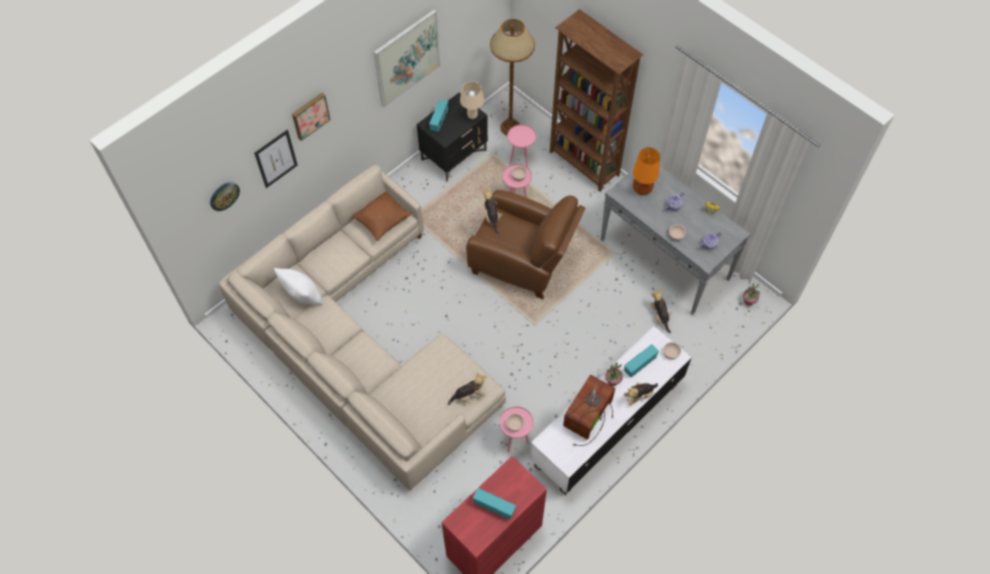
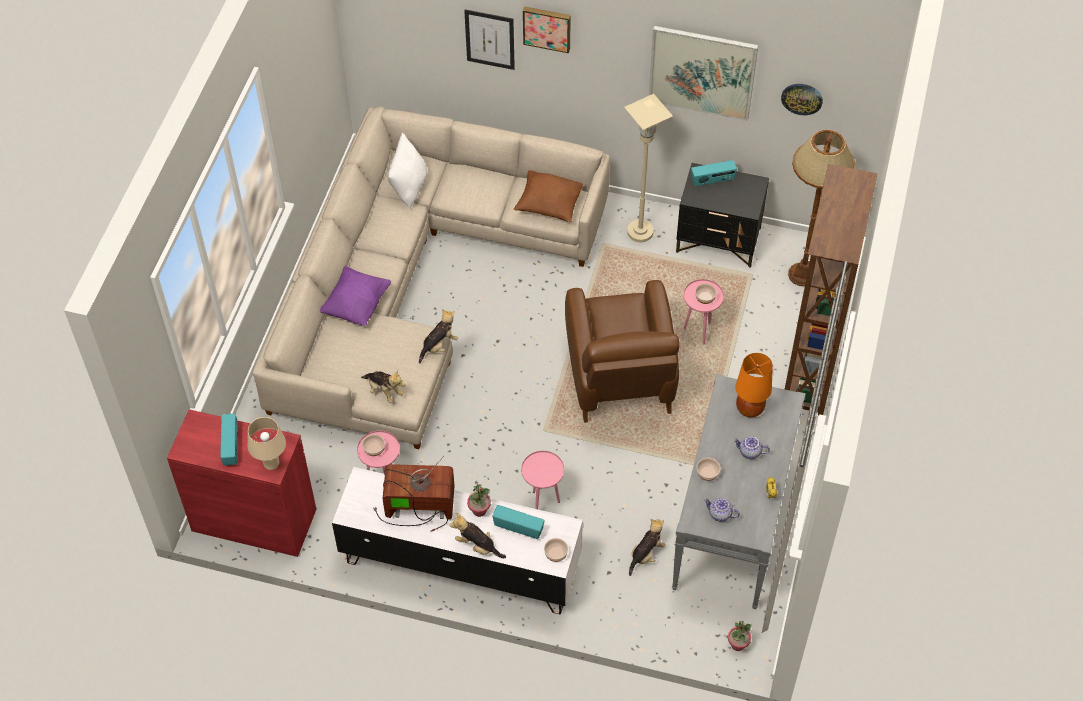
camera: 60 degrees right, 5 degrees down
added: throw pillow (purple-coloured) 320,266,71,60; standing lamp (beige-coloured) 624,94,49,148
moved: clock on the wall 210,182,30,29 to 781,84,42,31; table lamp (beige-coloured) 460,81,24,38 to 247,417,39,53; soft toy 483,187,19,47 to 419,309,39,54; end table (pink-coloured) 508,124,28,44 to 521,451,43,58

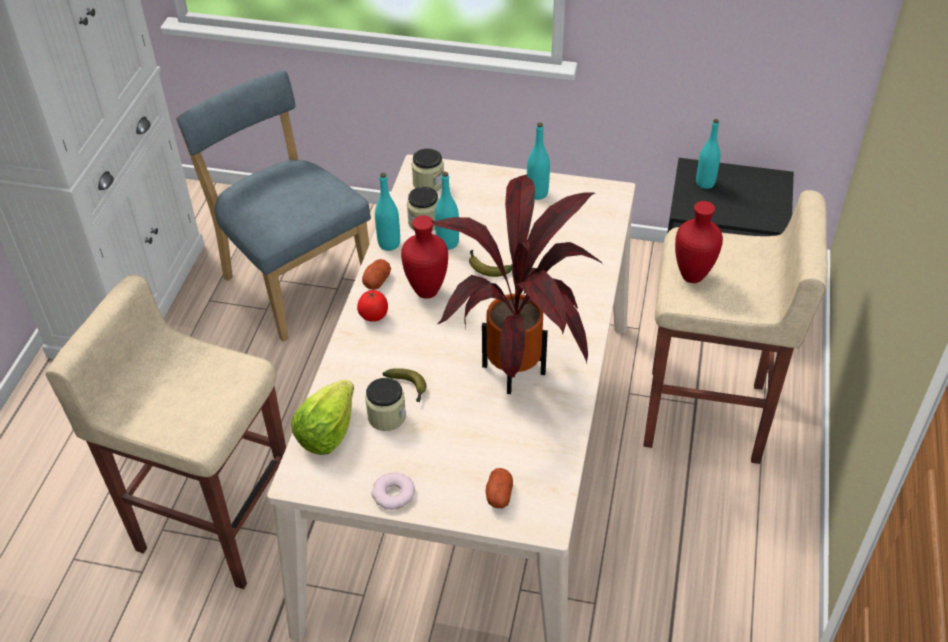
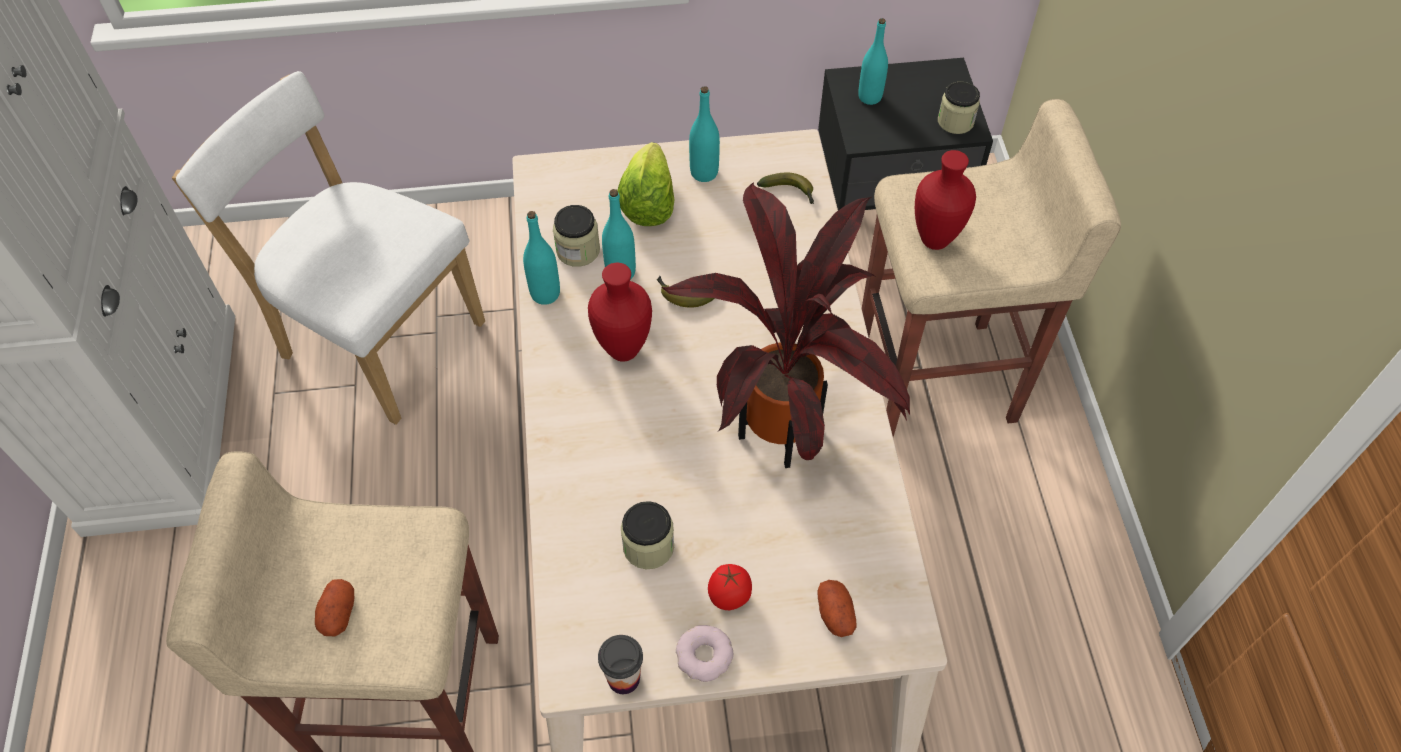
camera: 20 degrees left, 10 degrees up
added: drinking cup 598,635,45,59
moved: head of lettuce 291,379,63,76 to 617,142,58,84; tomato 357,290,31,32 to 708,564,44,46; spud 362,259,29,31 to 315,579,39,57; banana fruit 382,368,44,35 to 757,173,57,31; preserve jar 412,149,32,42 to 938,82,42,52
recoloured: plain chair (blue-coloured) 176,70,195,272 to plain chair (white) 172,71,313,354

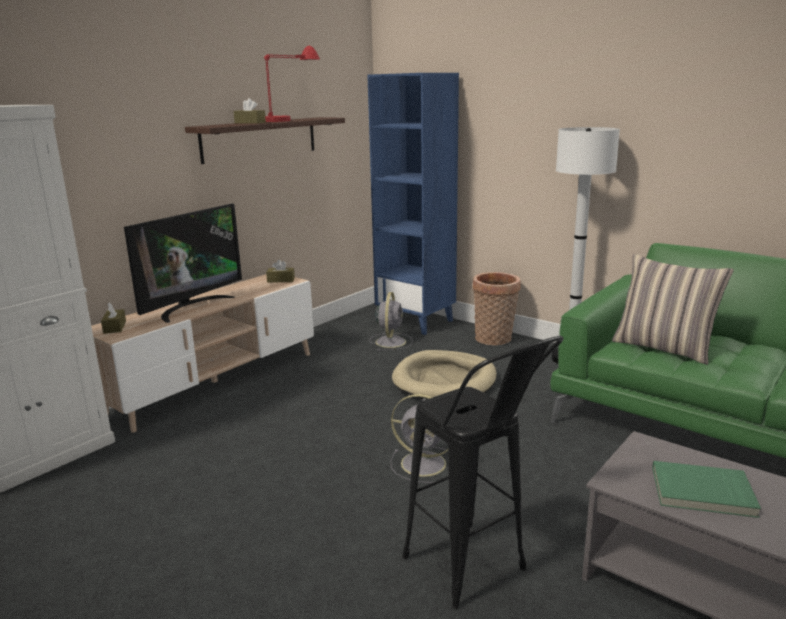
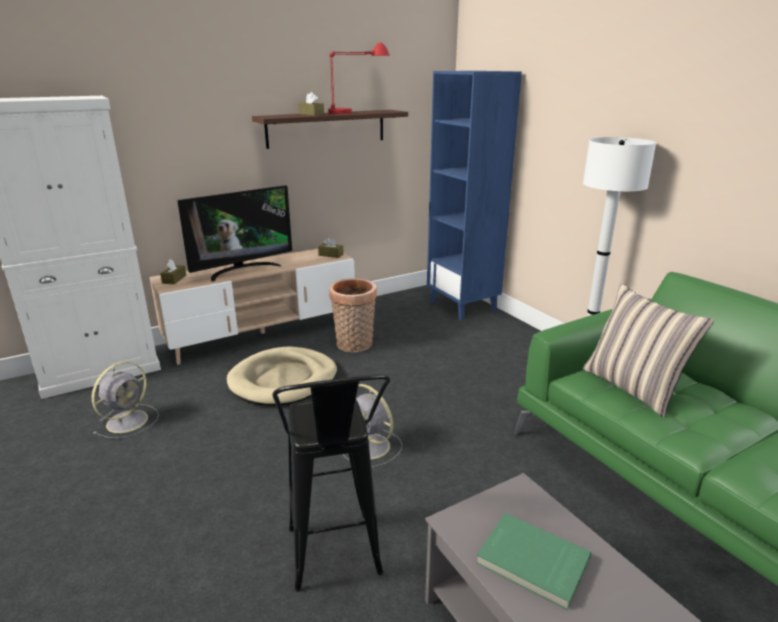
camera: 20 degrees right, 5 degrees up
moved: fan (grey) 369,292,44,59 to 92,362,67,77; dog bed (beige-coloured) 392,350,105,50 to 227,347,110,59; storage basket 473,272,48,73 to 329,278,48,74

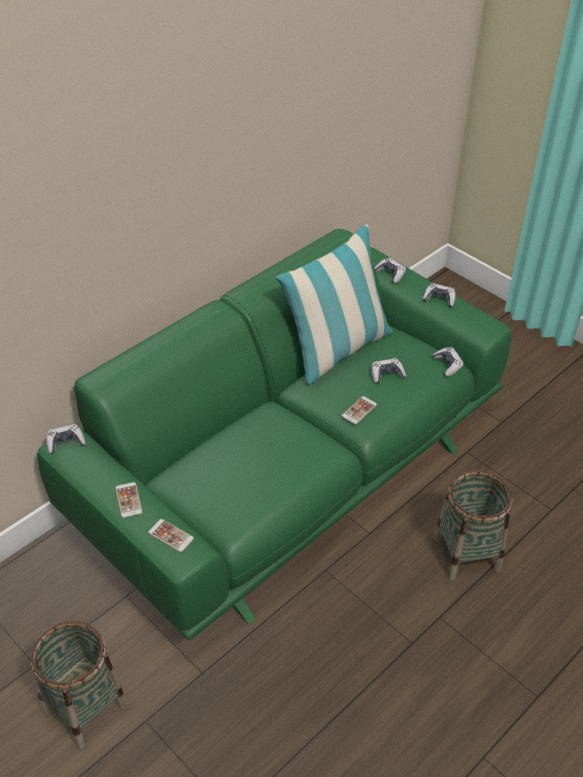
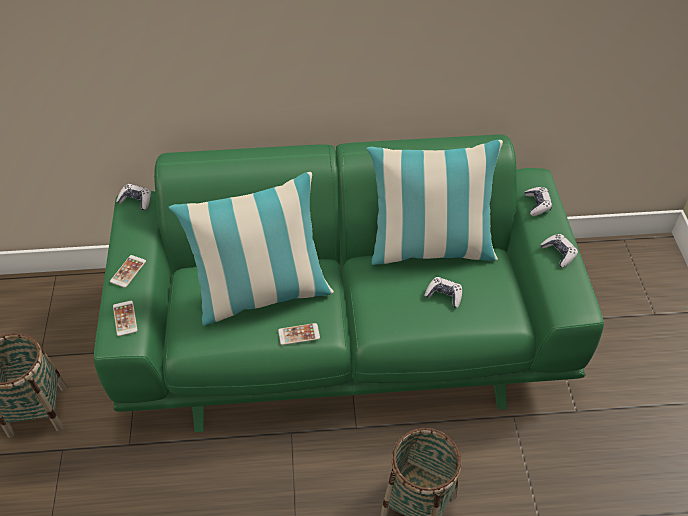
camera: 40 degrees right, 5 degrees up
removed: joypad 432,347,32,29
added: throw pillow 169,172,165,154
moved: phone 342,396,35,28 to 278,323,42,22

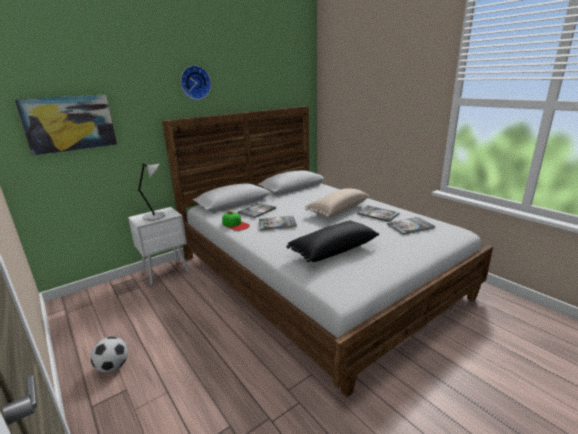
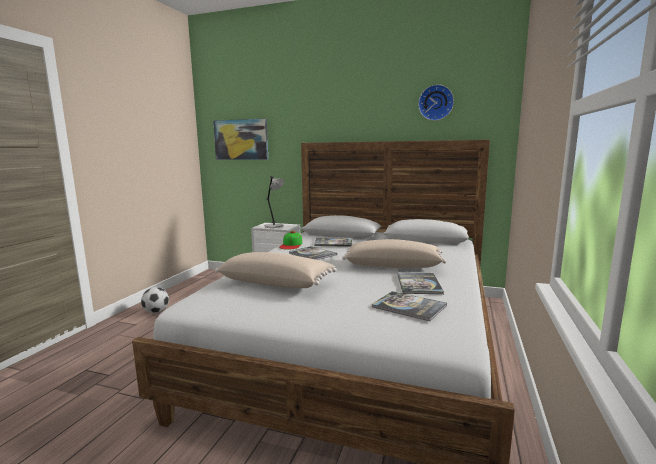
camera: 55 degrees right, 10 degrees down
moved: clock on the wall 181,65,30,35 to 418,84,36,37
recoloured: throw pillow (black-coloured) 286,220,93,42 to throw pillow (beige-coloured) 215,252,122,36

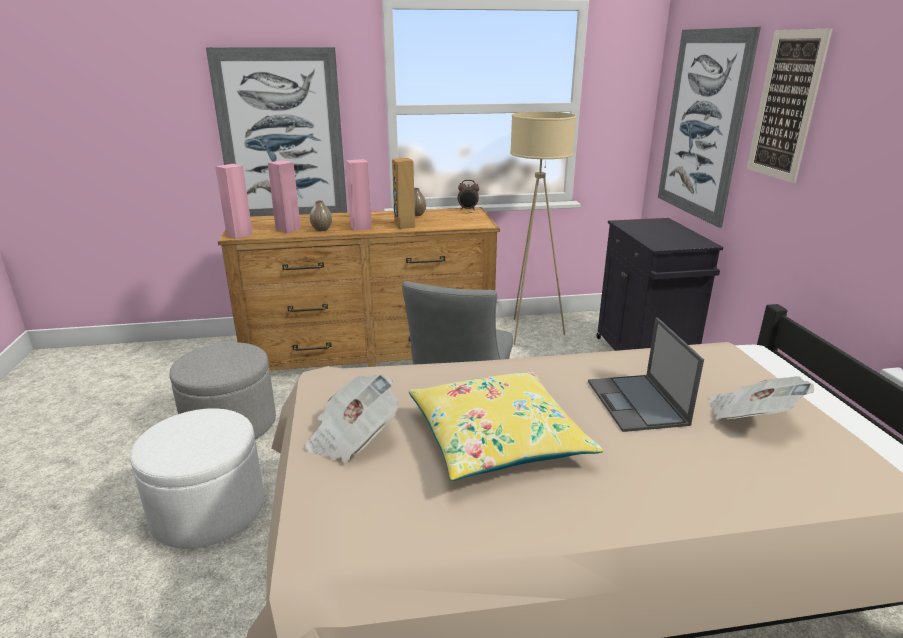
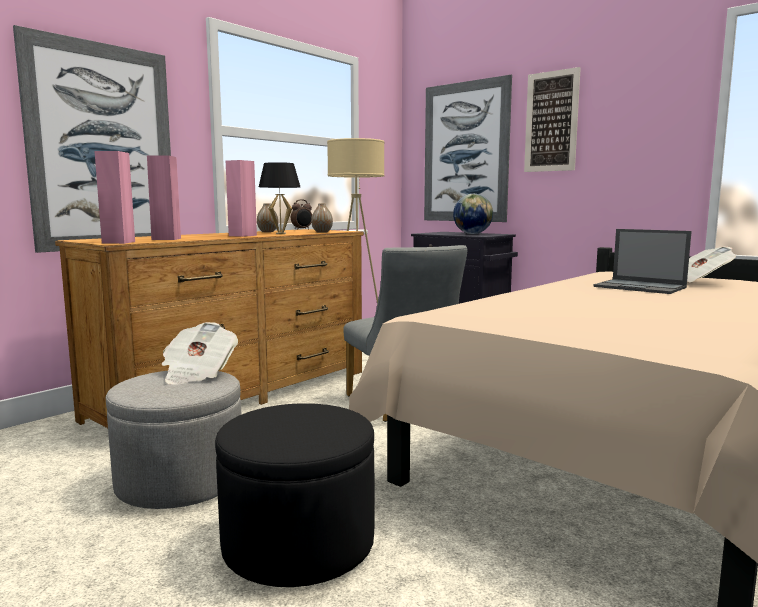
camera: 40 degrees left, 15 degrees down
removed: throw pillow (yellowish) 409,372,194,109
added: desk globe 453,194,40,40
moved: newspaper 305,374,93,88 to 161,322,77,63; flower vase 310,200,22,31 to 311,203,22,30
replaced: speaker (brownish) 392,158,23,71 to table lamp (black-coloured) 259,162,41,72
recoloured: ottoman (white) 130,408,134,141 to ottoman (black-coloured) 215,403,159,184

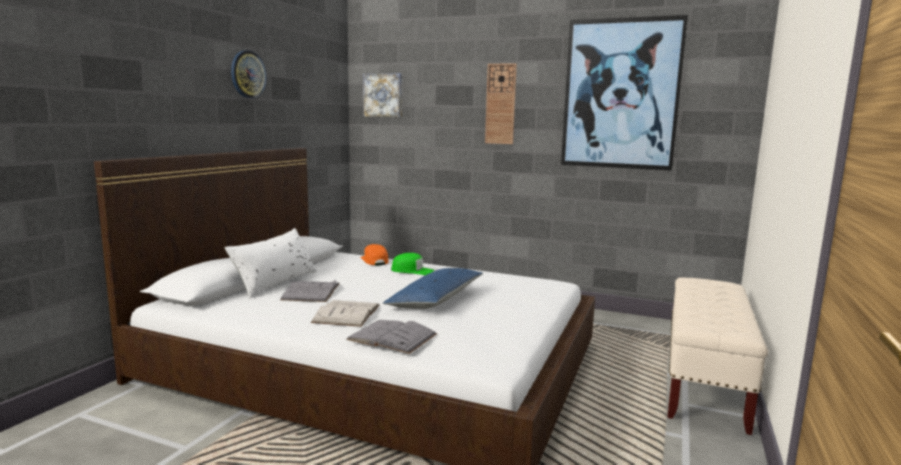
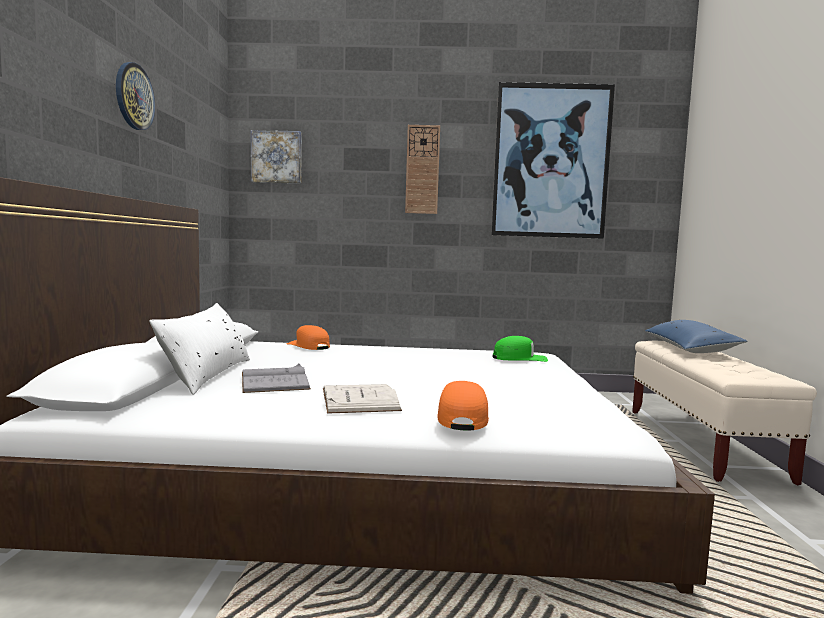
camera: 20 degrees left, 5 degrees down
moved: throw pillow (blue-coloured) 383,268,100,41 to 645,320,103,33; cap (green-coloured) 391,253,44,22 to 492,336,56,26
replaced: book (grey) 346,320,91,34 to cap (orange-coloured) 437,381,52,49

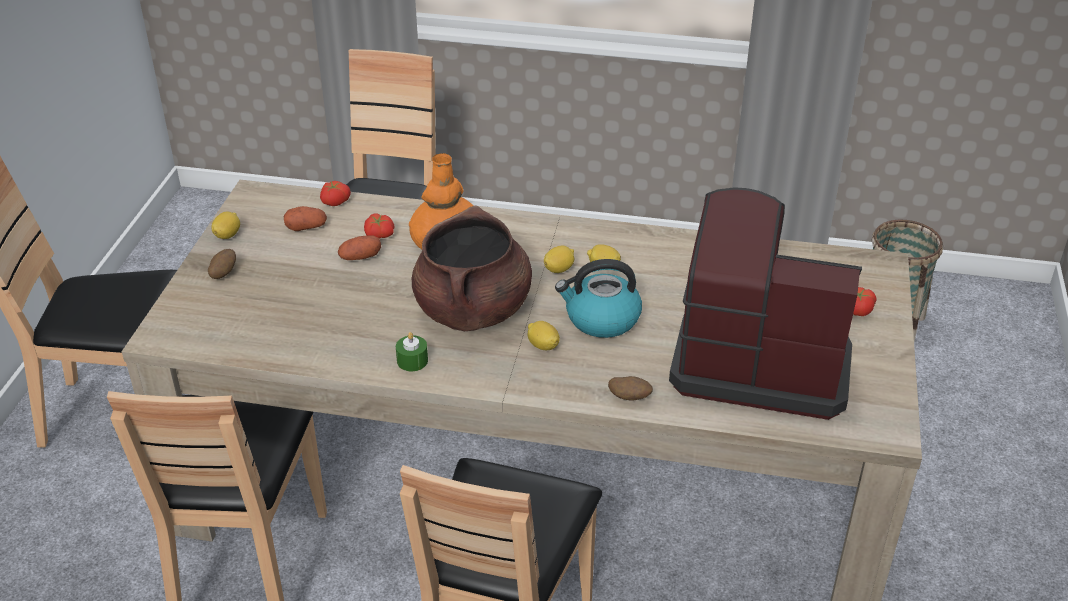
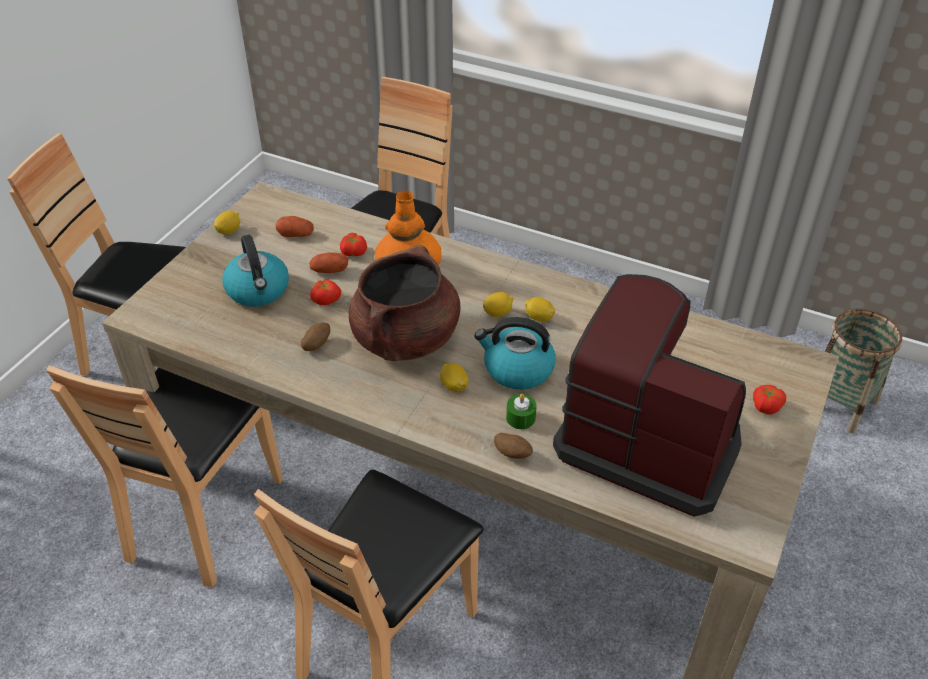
camera: 15 degrees right, 5 degrees up
added: kettle 222,235,67,72
moved: spud 208,249,28,30 to 301,322,29,29; tomato 320,181,31,25 to 310,280,31,25; wax light (green-coloured) 396,332,32,39 to 506,394,30,35

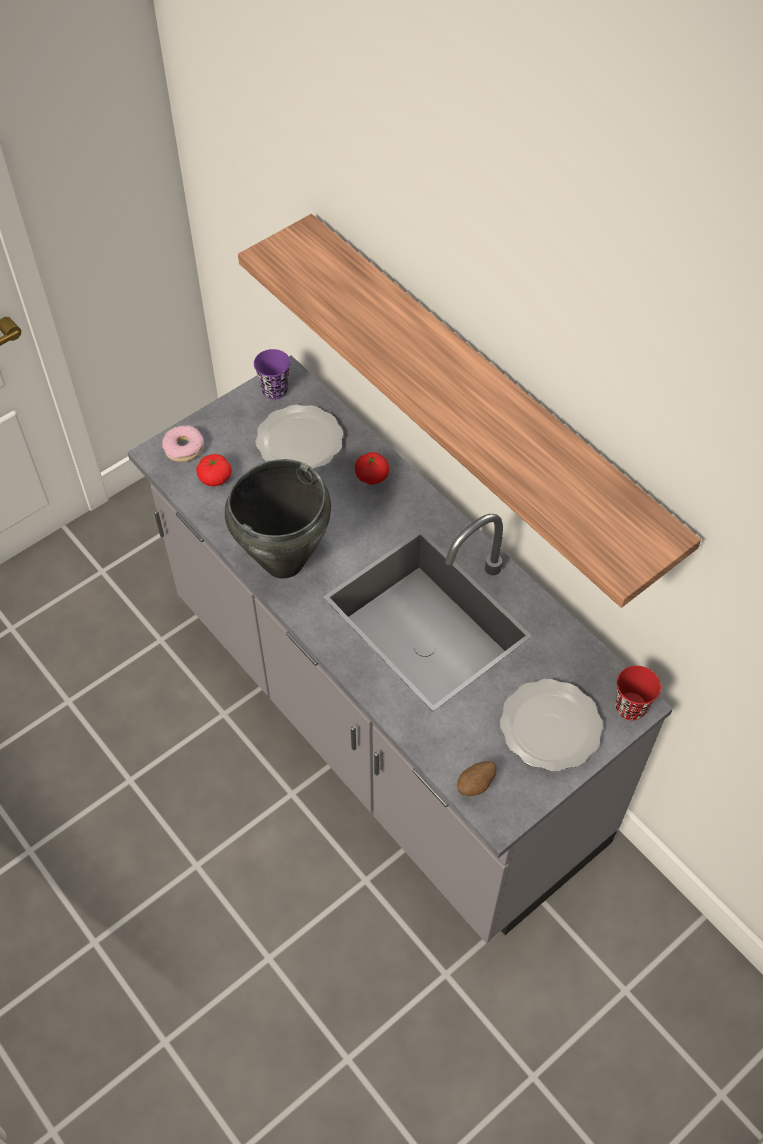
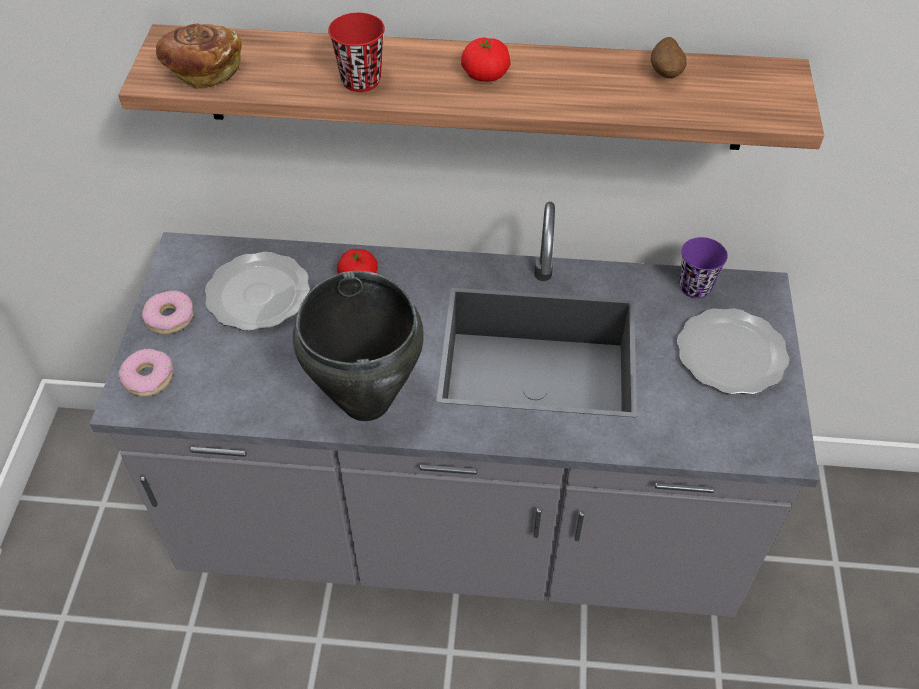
camera: 45 degrees left, 5 degrees down
added: doughnut 142,290,52,45; bread 156,23,86,66
moved: tomato 196,454,36,32 to 461,37,50,45; drinking cup (purple-coloured) 254,349,36,50 to 680,237,48,62; spud 457,761,40,35 to 651,37,36,41; drinking cup (reddish) 615,666,46,54 to 328,13,57,79

